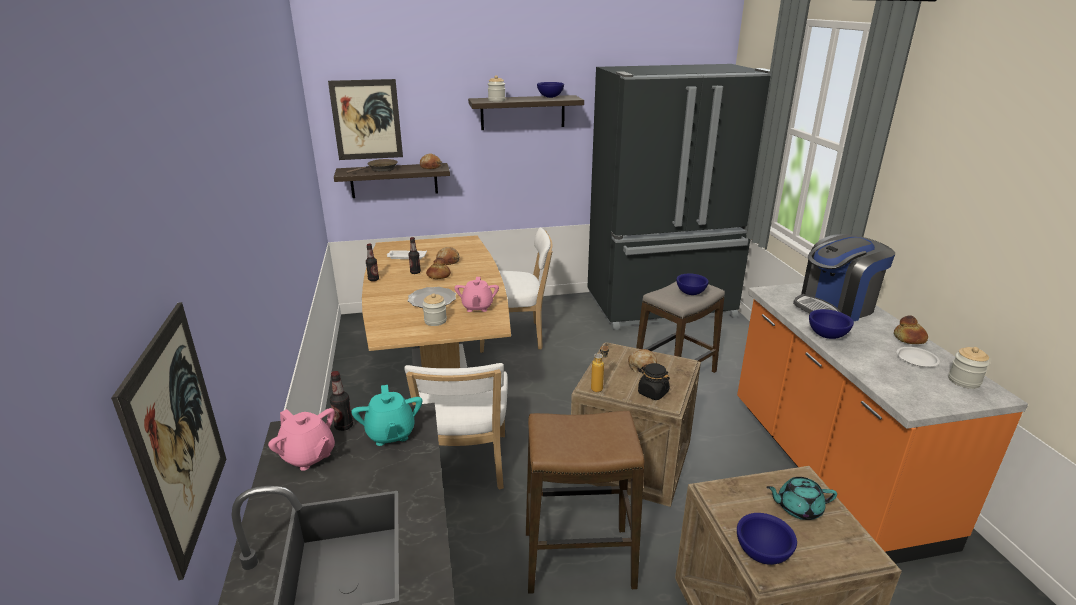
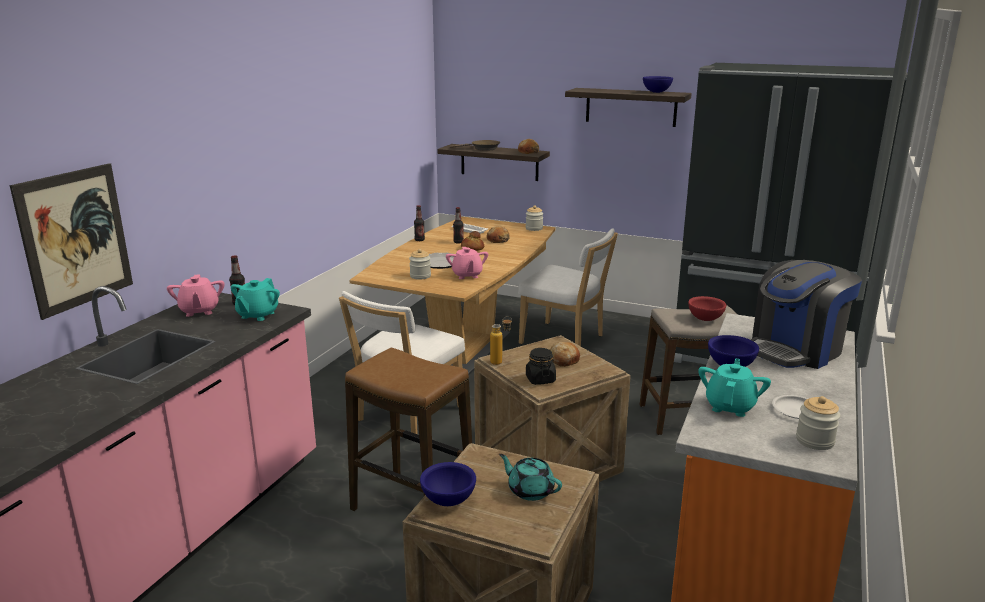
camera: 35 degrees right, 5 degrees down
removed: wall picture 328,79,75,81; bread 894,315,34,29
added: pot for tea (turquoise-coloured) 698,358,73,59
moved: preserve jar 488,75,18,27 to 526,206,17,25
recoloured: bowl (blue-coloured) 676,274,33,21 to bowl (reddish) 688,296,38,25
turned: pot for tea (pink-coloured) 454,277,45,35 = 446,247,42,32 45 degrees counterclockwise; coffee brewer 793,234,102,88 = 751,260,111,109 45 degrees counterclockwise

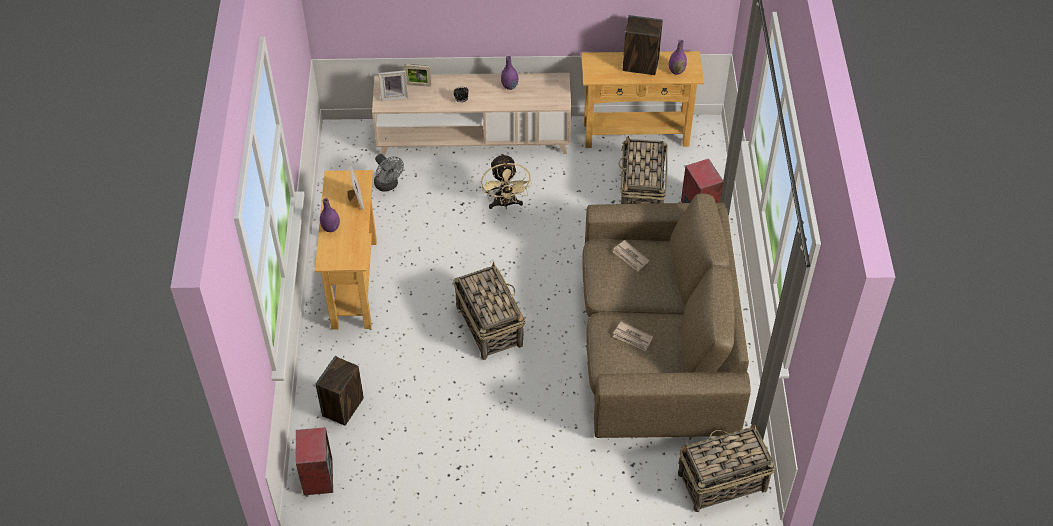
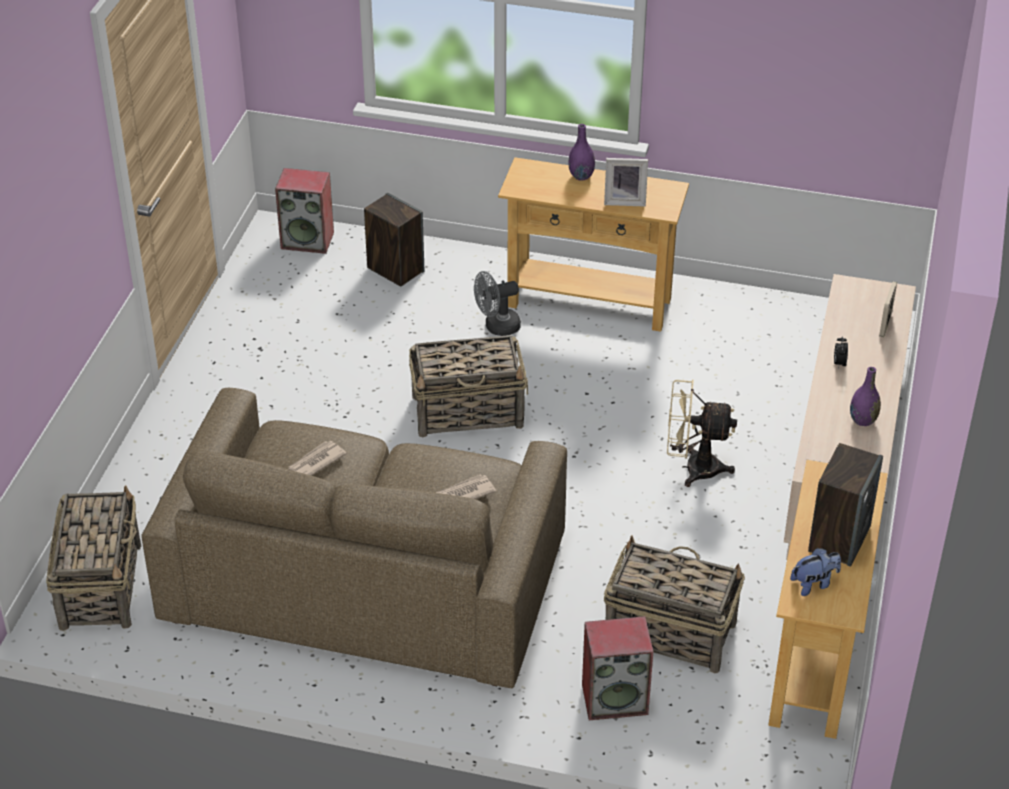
camera: 105 degrees right, 10 degrees down
removed: photo frame 378,70,30,31
moved: fan (grey) 374,154,30,38 to 474,271,47,65
replaced: flower vase (purple-coloured) 669,40,18,35 to soft toy 790,548,51,48

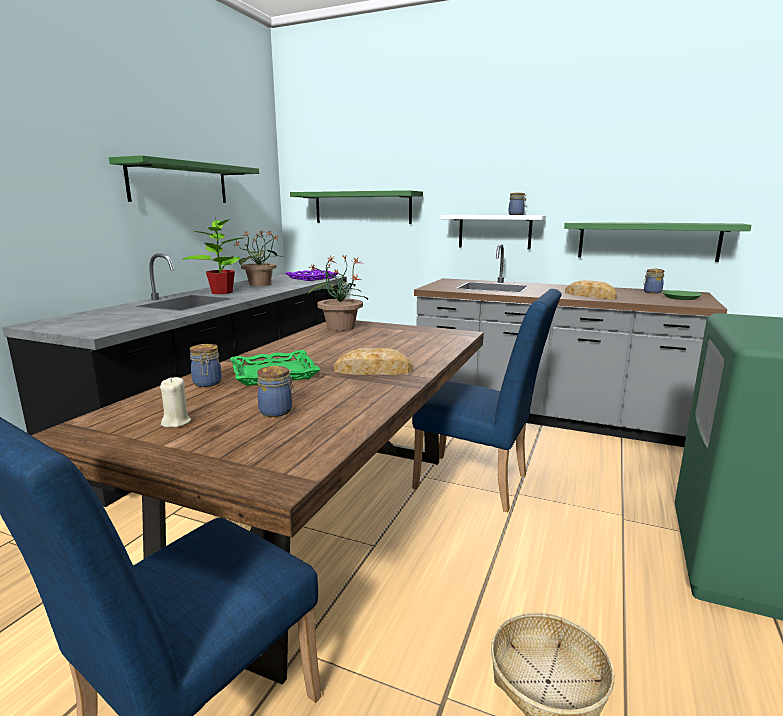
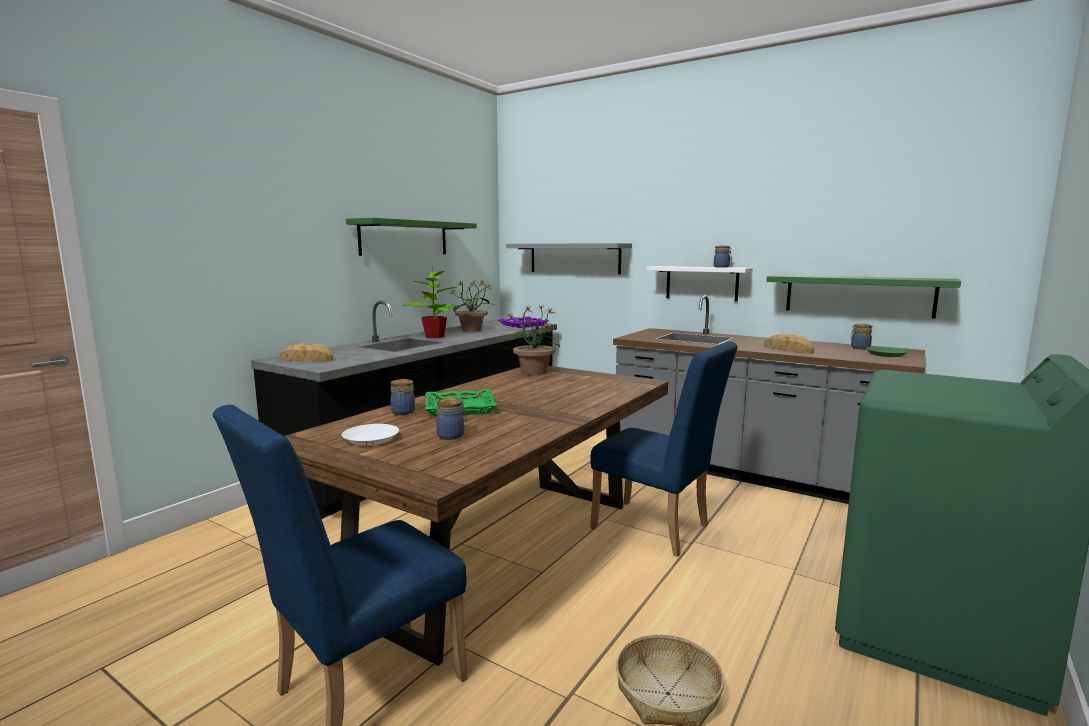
camera: 10 degrees right, 5 degrees down
moved: bread 334,348,78,27 to 279,343,54,19
replaced: wax light (beige-coloured) 160,377,31,50 to dinner plate (white) 342,424,57,22
recoloured: wall shelf (green-coloured) 290,190,133,34 to wall shelf (grey) 506,243,126,31

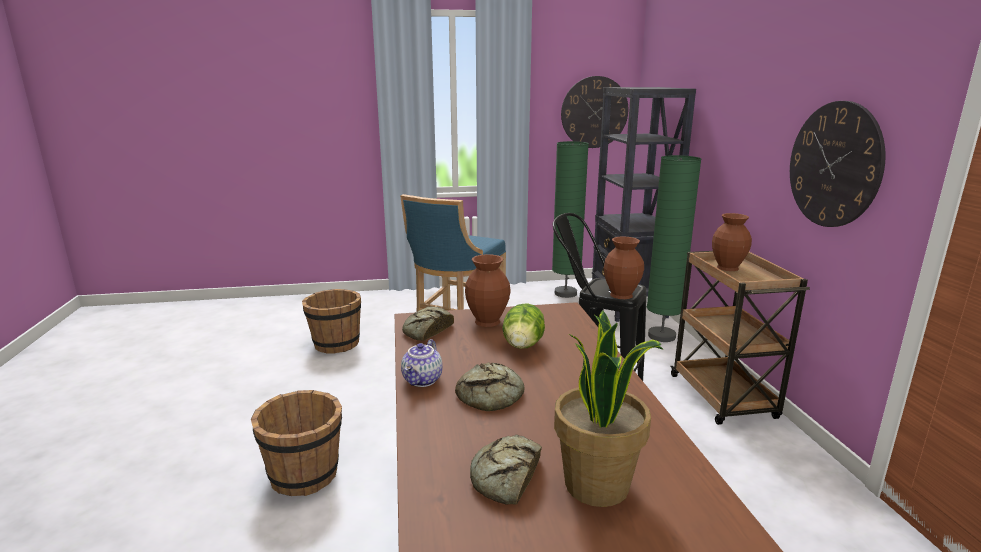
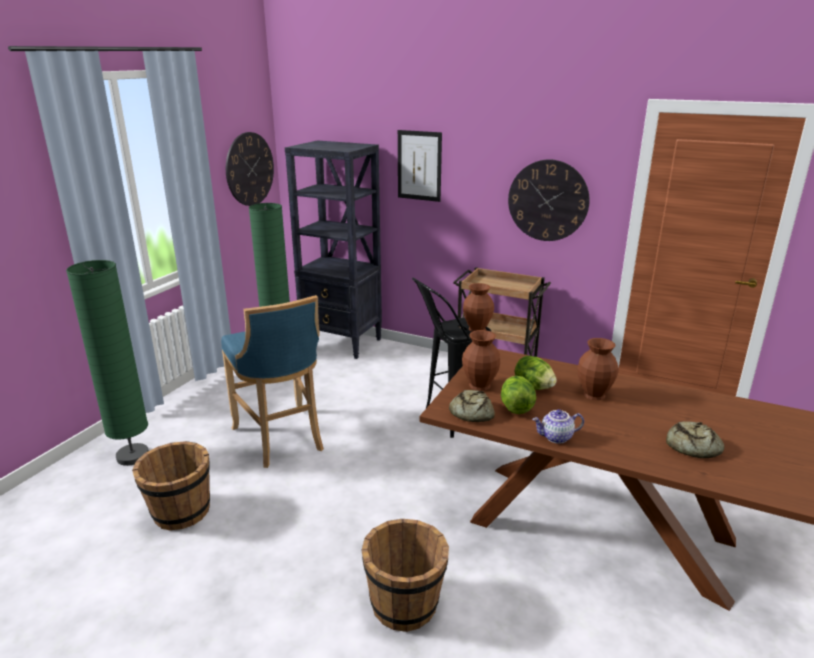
camera: 55 degrees left, 5 degrees up
removed: bread 455,362,70,49; plant in a pot 554,310,110,197
added: wall picture 398,130,44,72; head of lettuce 501,376,35,38
moved: standing lamp (green-coloured) 647,155,55,187 to 66,260,83,206; flower vase (brownish) 712,213,40,58 to 578,338,41,62
turned: pot for tea 401,339,42,48 = 532,409,52,35 120 degrees clockwise

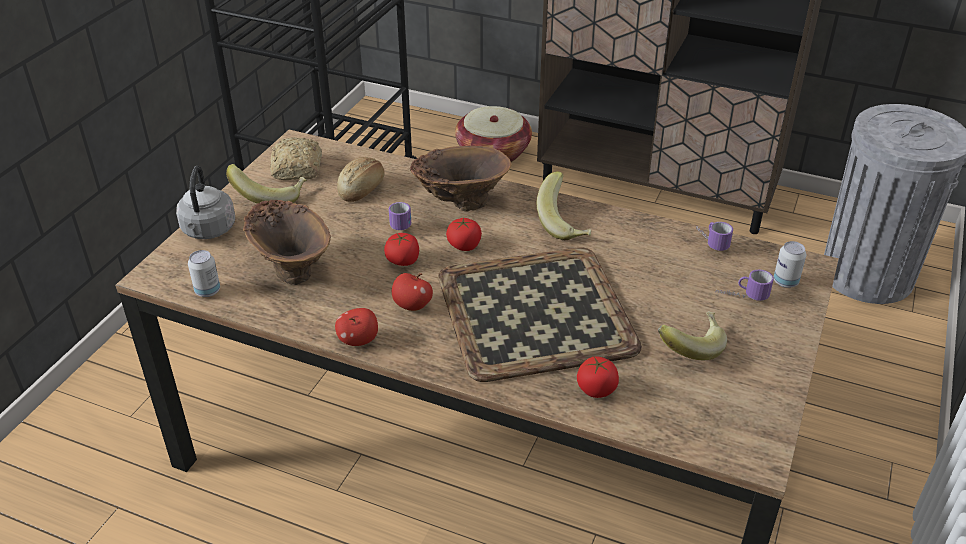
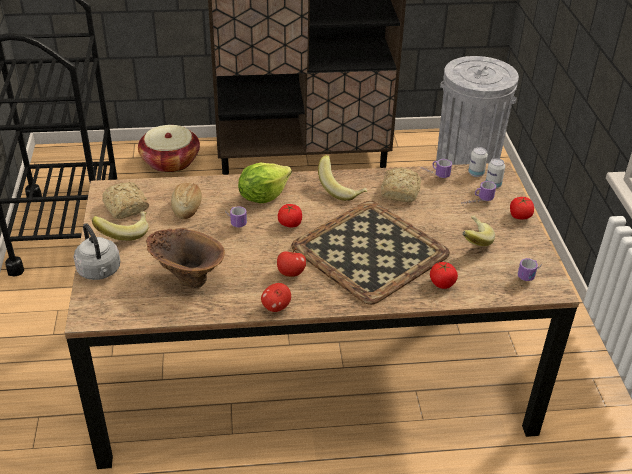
camera: 30 degrees left, 0 degrees up
added: bread 381,168,40,34; coffee mug 518,258,24,23
moved: sealed can 188,250,32,47 to 468,147,20,30; tomato 384,233,35,33 to 510,197,24,23
replaced: flower vase (brownish) 410,146,102,65 to head of lettuce 238,163,54,40

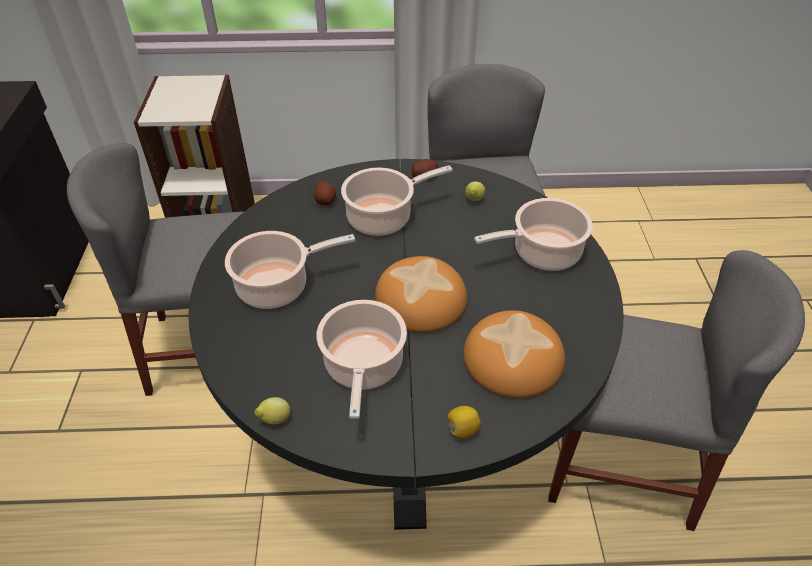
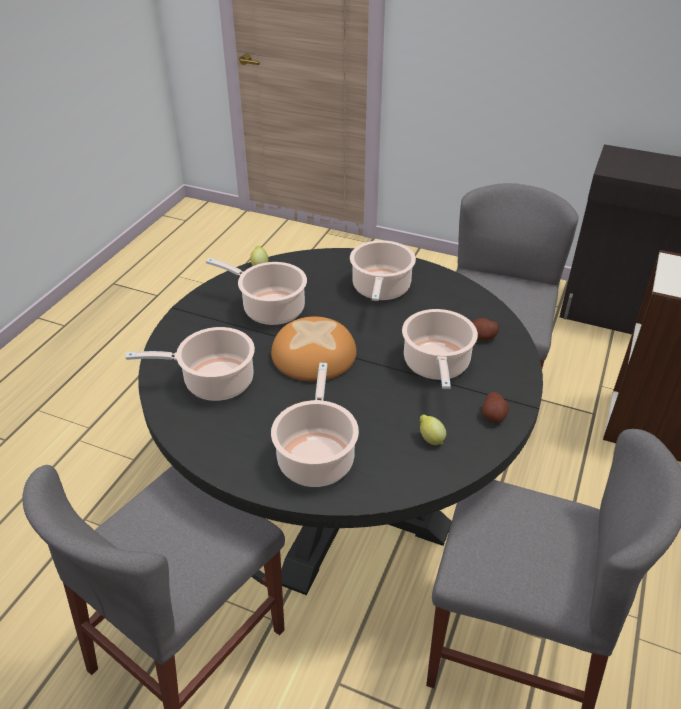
camera: 115 degrees right, 5 degrees down
removed: citrus fruit 447,406,34,33
replaced: bread 463,310,102,88 to saucepot 125,327,130,74

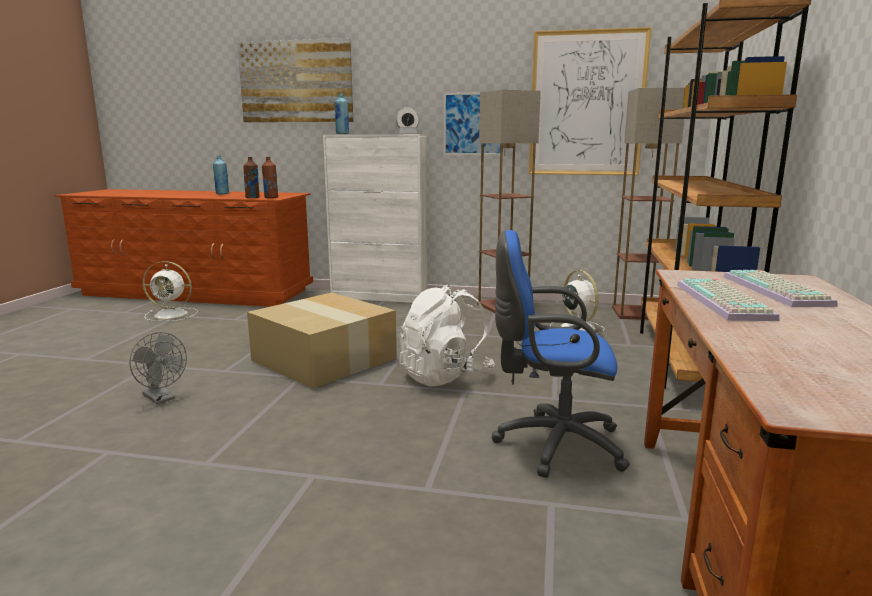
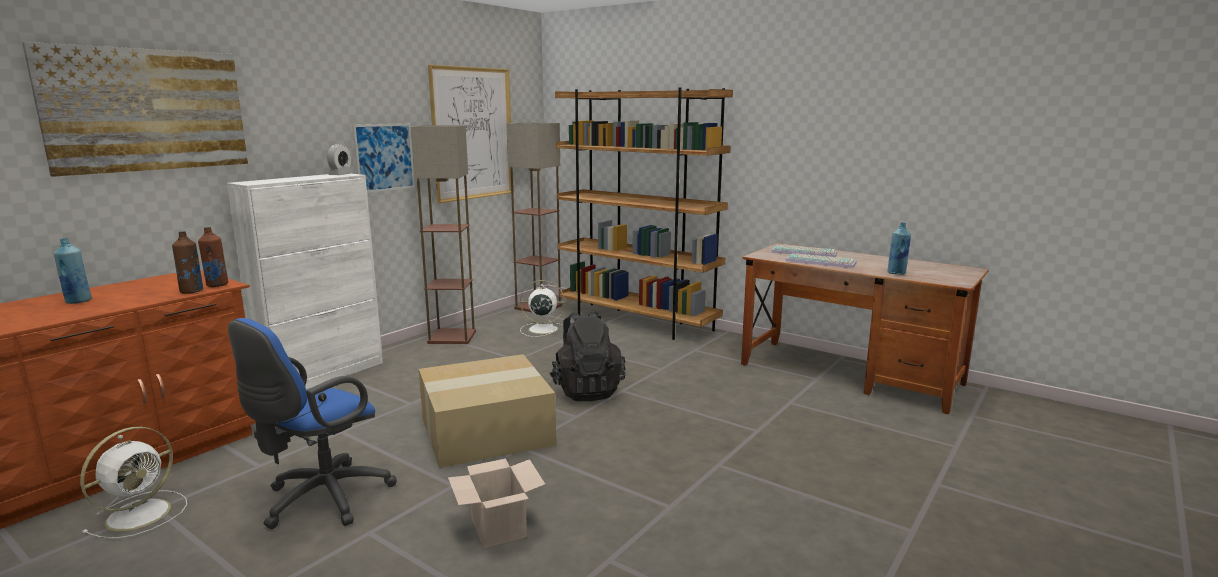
camera: 65 degrees left, 0 degrees up
moved: drink bottle (blue-coloured) 335,93,14,41 to 888,223,23,52; office chair (blue-coloured) 492,230,138,248 to 228,318,169,211
replaced: fan (grey) 129,332,58,72 to packing box 448,459,98,89
recoloured: rucksack (white) 399,285,96,101 to rucksack (black-coloured) 550,311,75,90

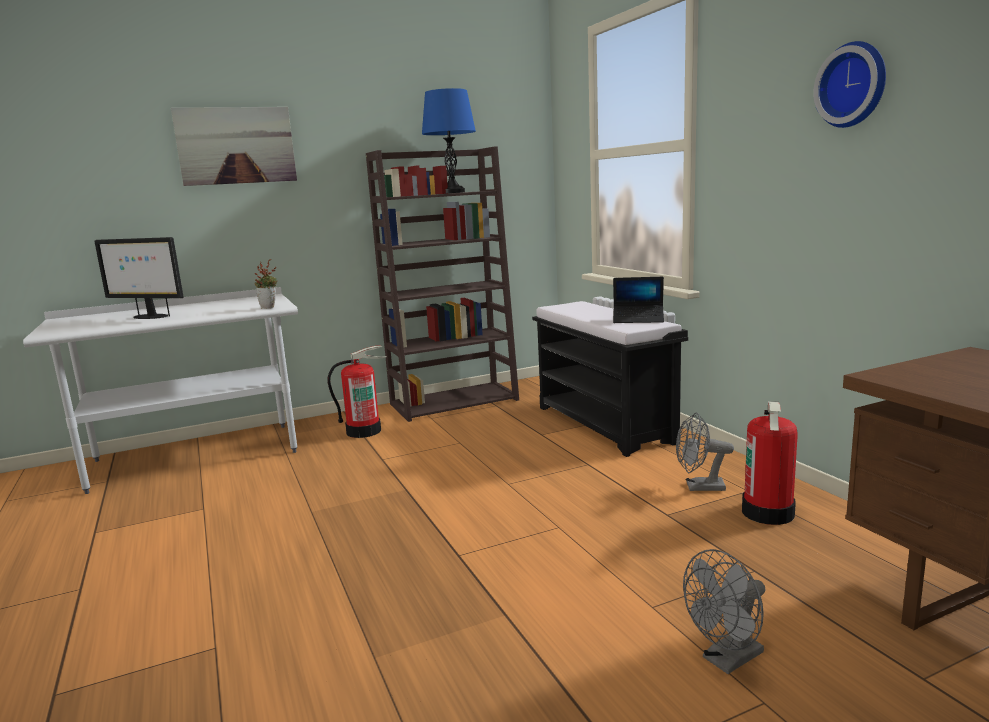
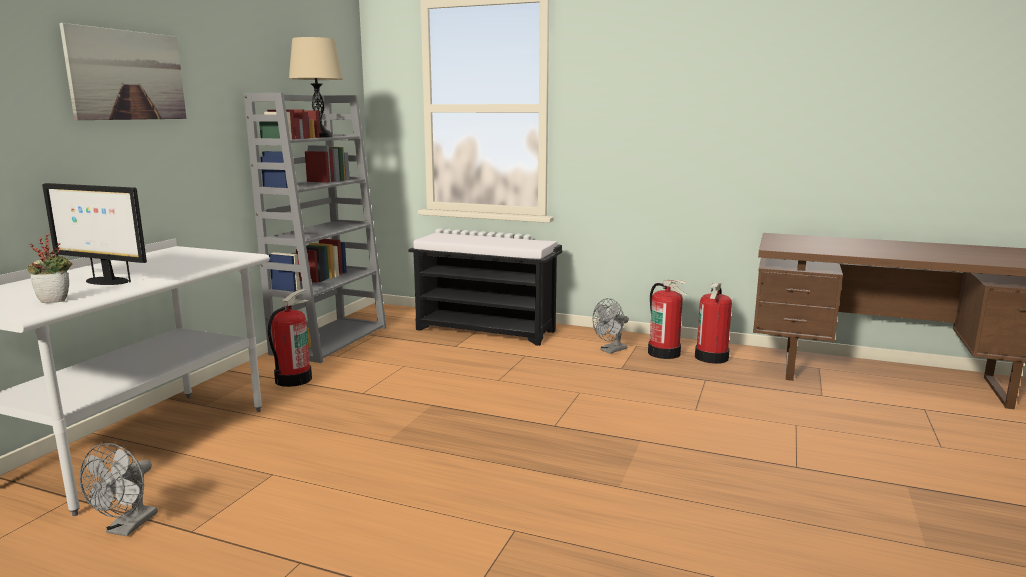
camera: 45 degrees left, 0 degrees up
removed: laptop 613,277,51,46; clock on the wall 813,41,73,87
added: fire extinguisher 695,283,37,81
moved: plant in a pot 254,259,23,50 to 28,233,44,70; fan (grey) 683,549,83,125 to 80,443,78,93
recoloured: bookshelf (brownish) 366,146,153,276 to bookshelf (grey) 244,93,142,270; table lamp (blue-coloured) 422,88,54,105 to table lamp (beige-coloured) 289,37,54,100
turned: computer screen 94,237,89,82 = 42,183,105,102 45 degrees clockwise

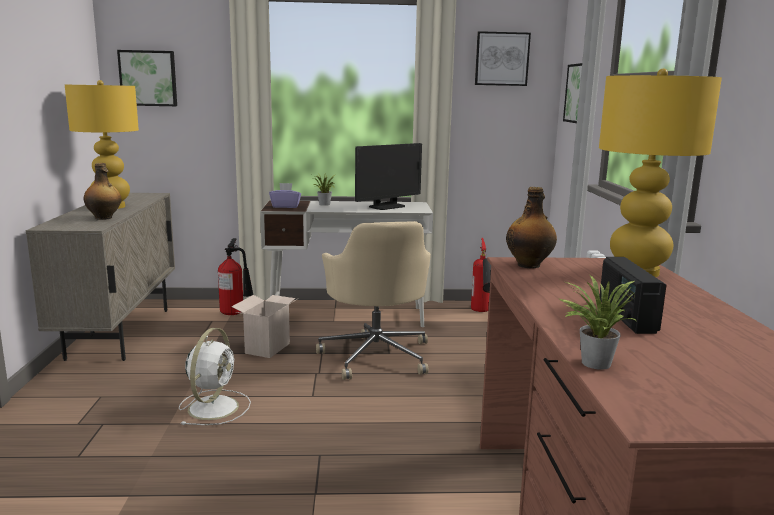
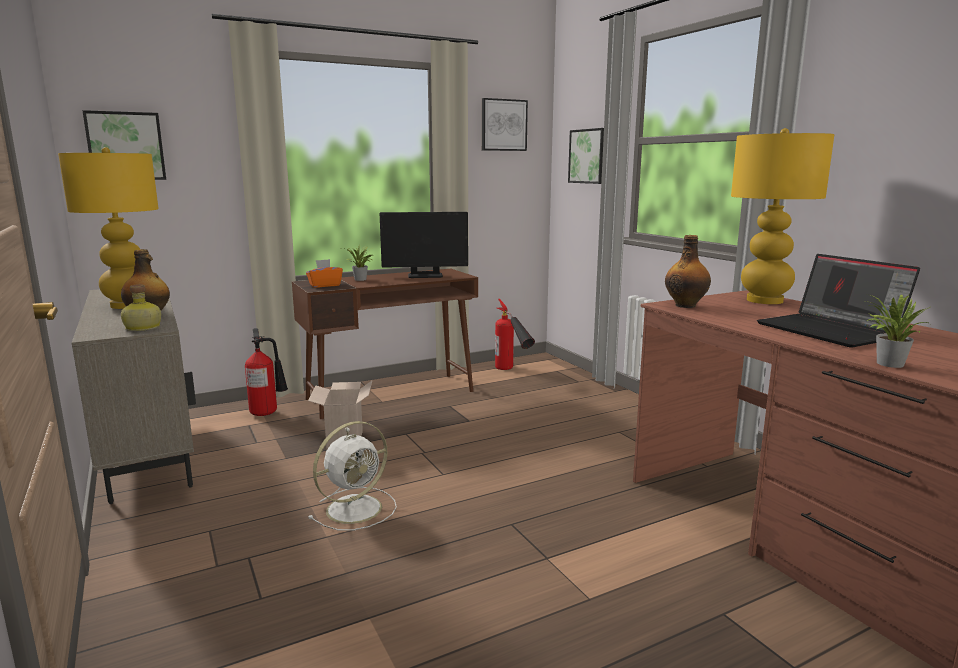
camera: 25 degrees left, 0 degrees up
removed: office chair (beige-coloured) 316,221,115,159
added: drink bottle 121,284,40,47
replaced: radio set 599,257,68,77 to laptop 757,254,163,93
recoloured: desk unit (white) 260,200,173,127 to desk unit (brownish) 292,269,186,150; box of tissues (purple-coloured) 269,183,32,25 to box of tissues (orange-coloured) 306,259,37,29
turned: fan (white) 179,328,72,97 = 308,421,89,110 60 degrees clockwise; computer screen 355,143,67,67 = 380,212,88,66 60 degrees clockwise

